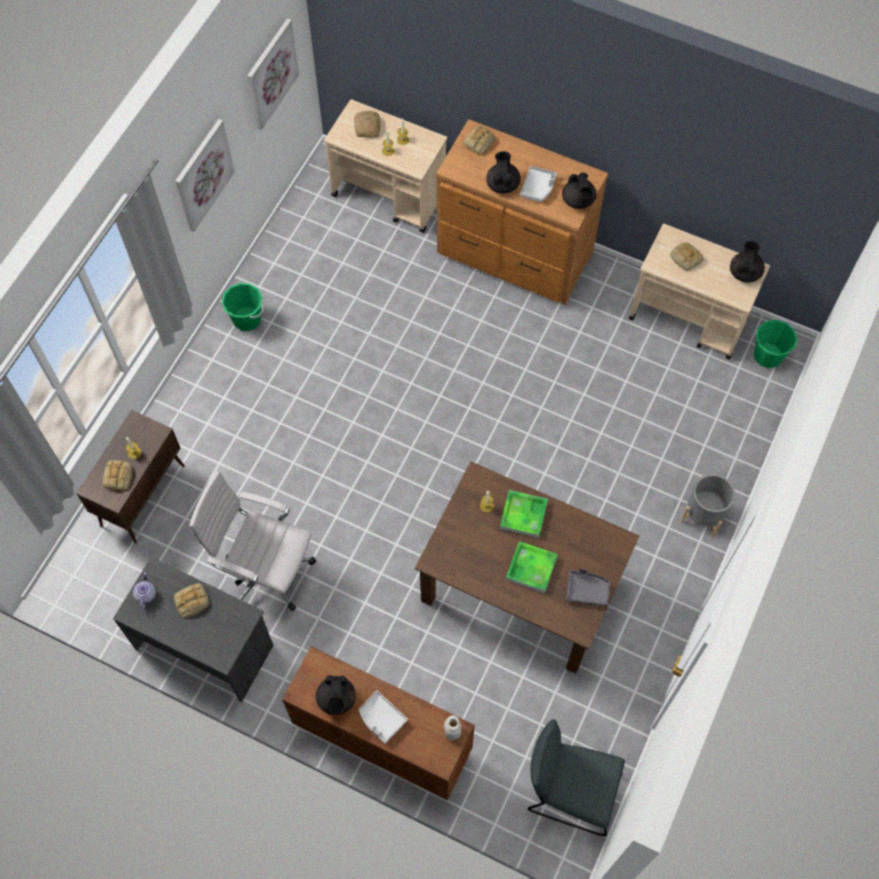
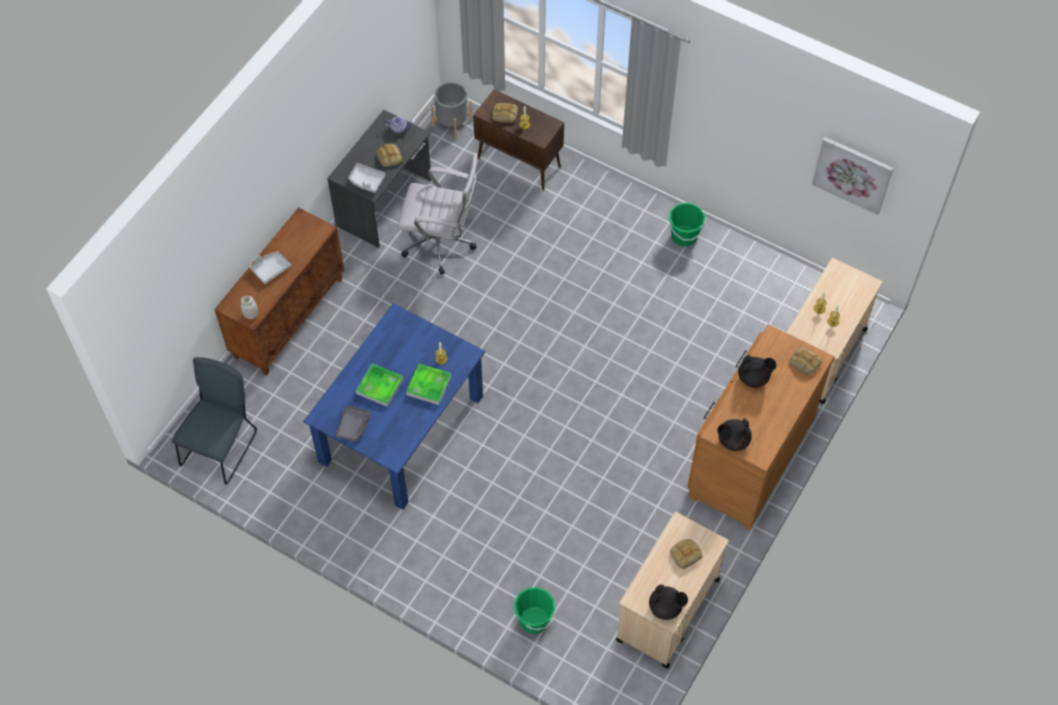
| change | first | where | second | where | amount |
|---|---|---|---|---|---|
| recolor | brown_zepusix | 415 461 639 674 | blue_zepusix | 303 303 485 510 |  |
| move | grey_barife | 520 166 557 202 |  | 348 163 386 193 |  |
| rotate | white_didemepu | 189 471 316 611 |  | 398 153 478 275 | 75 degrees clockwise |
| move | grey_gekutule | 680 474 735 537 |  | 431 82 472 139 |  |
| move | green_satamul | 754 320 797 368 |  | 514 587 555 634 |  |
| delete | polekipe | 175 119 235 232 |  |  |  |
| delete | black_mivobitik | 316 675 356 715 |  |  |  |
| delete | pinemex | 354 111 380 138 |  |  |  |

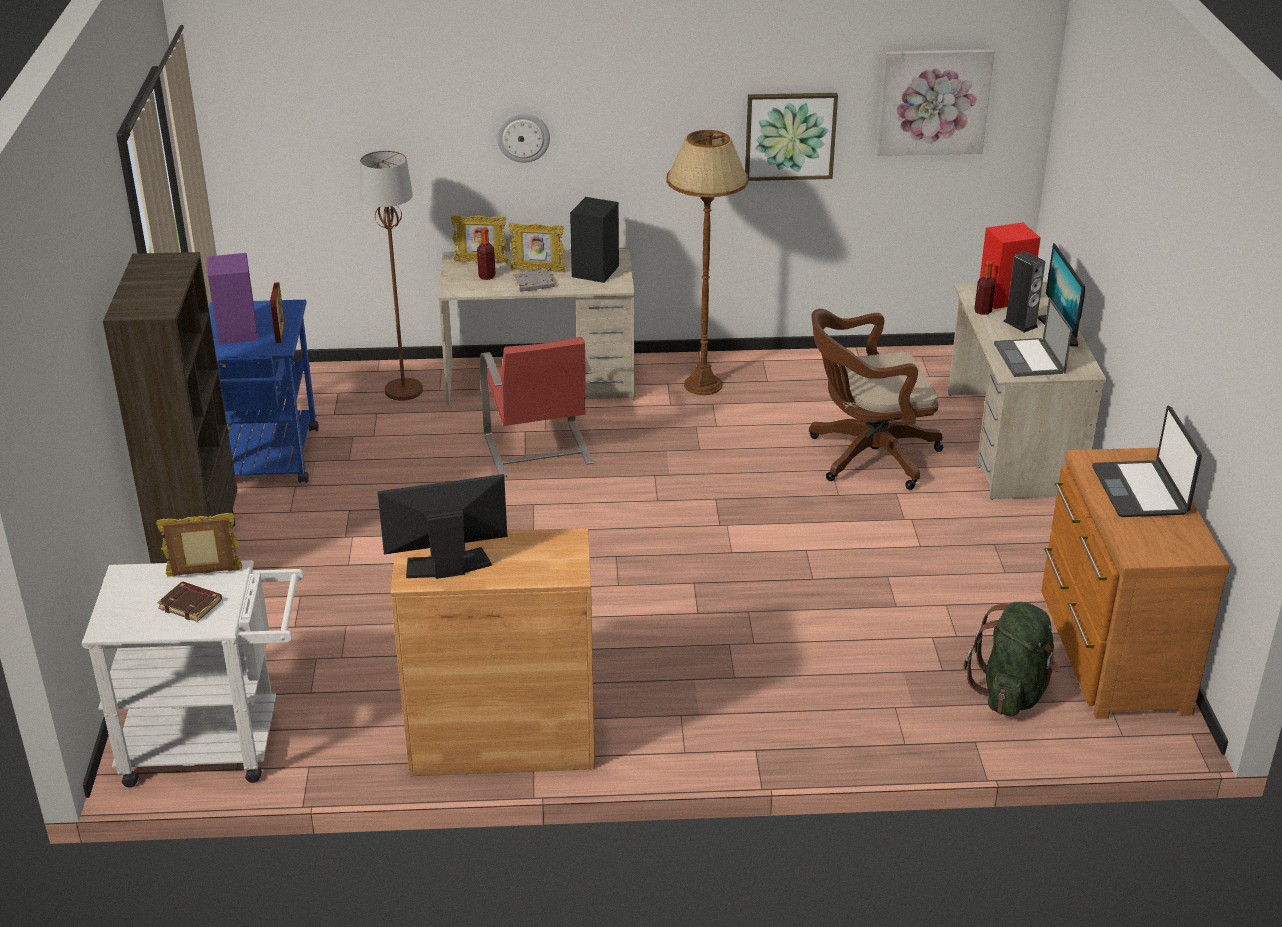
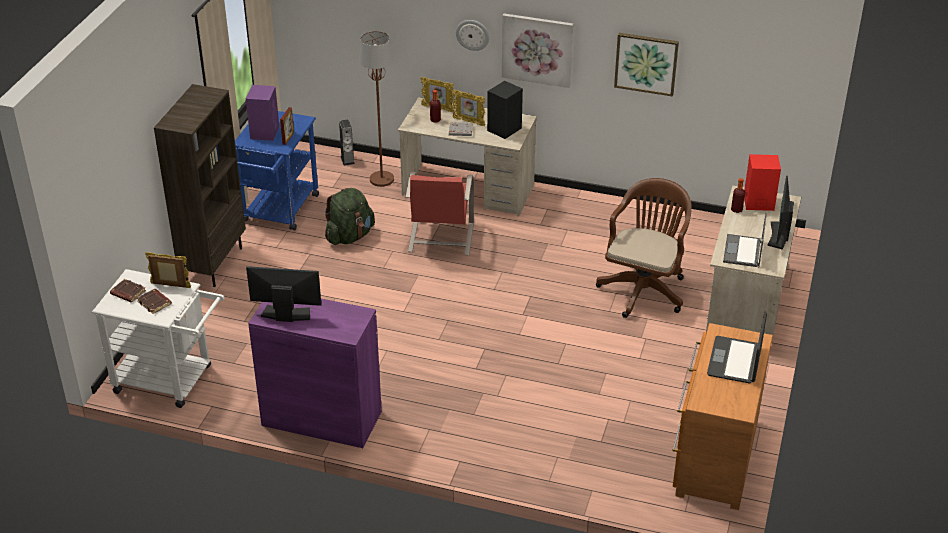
| change | first | where | second | where | amount |
|---|---|---|---|---|---|
| insert |  |  | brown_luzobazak | 110 279 146 303 |  |
| recolor | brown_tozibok | 391 528 595 776 | purple_tozibok | 248 299 382 448 |  |
| move | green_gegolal | 963 602 1061 716 |  | 325 188 375 245 |  |
| move | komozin | 1004 251 1045 333 |  | 339 120 355 166 |  |
| move | polekipe | 877 49 994 156 |  | 502 14 573 88 |  |
| rotate | brown_didemepu | 809 309 943 490 |  | 596 178 692 318 | 105 degrees clockwise |
| delete | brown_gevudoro | 666 130 748 395 |  |  |  |

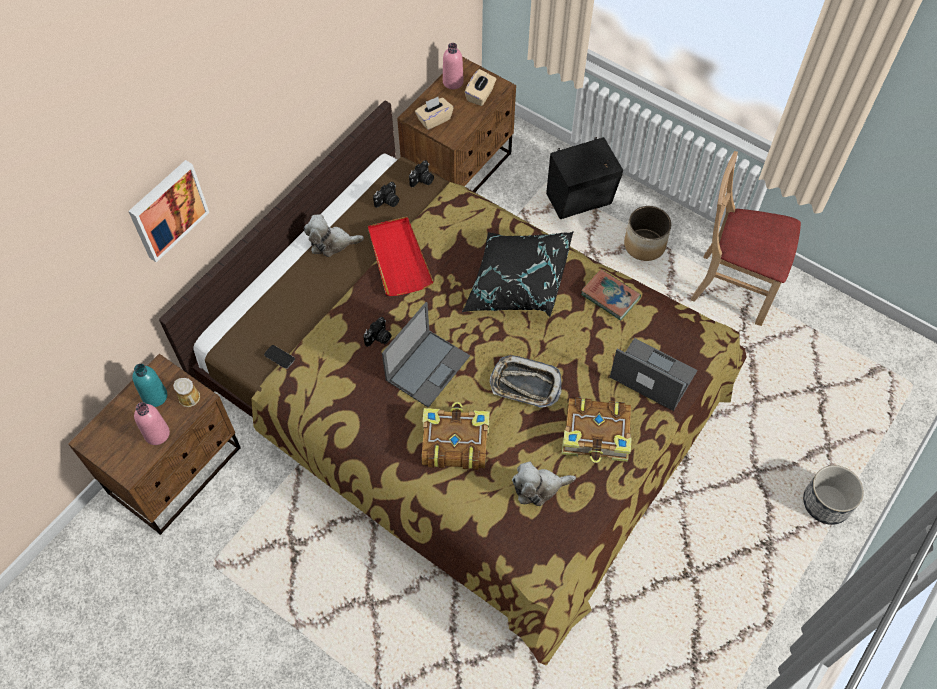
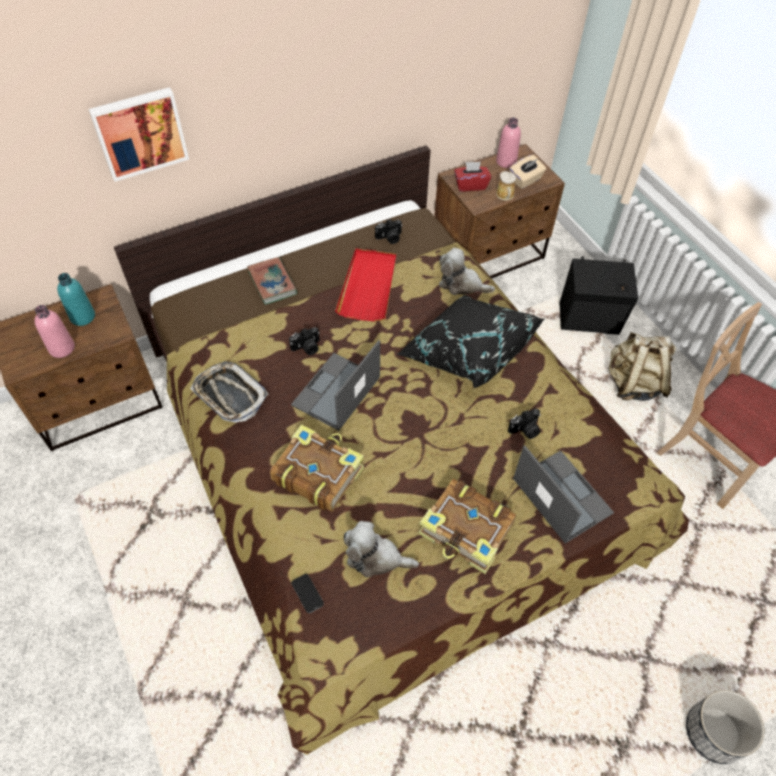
| change | first | where | second | where | amount |
|---|---|---|---|---|---|
| move | barife | 490 355 562 408 |  | 190 362 268 423 |  |
| move | luzobazak | 581 269 641 321 |  | 247 257 298 305 |  |
| rotate | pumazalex | 382 302 470 408 |  | 291 340 380 431 | 150 degrees clockwise |
| move | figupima | 264 345 295 369 |  | 292 574 324 613 |  |
| move | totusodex | 304 214 364 257 |  | 439 248 495 295 |  |
| recolor | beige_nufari | 415 97 453 130 | red_nufari | 454 162 491 191 |  |
| move | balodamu | 173 378 200 407 |  | 496 171 516 201 |  |
| move | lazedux | 409 160 434 187 |  | 508 409 541 439 |  |
| replace | gekutule | 624 206 671 261 | beige_gegolal | 609 332 676 401 |  |

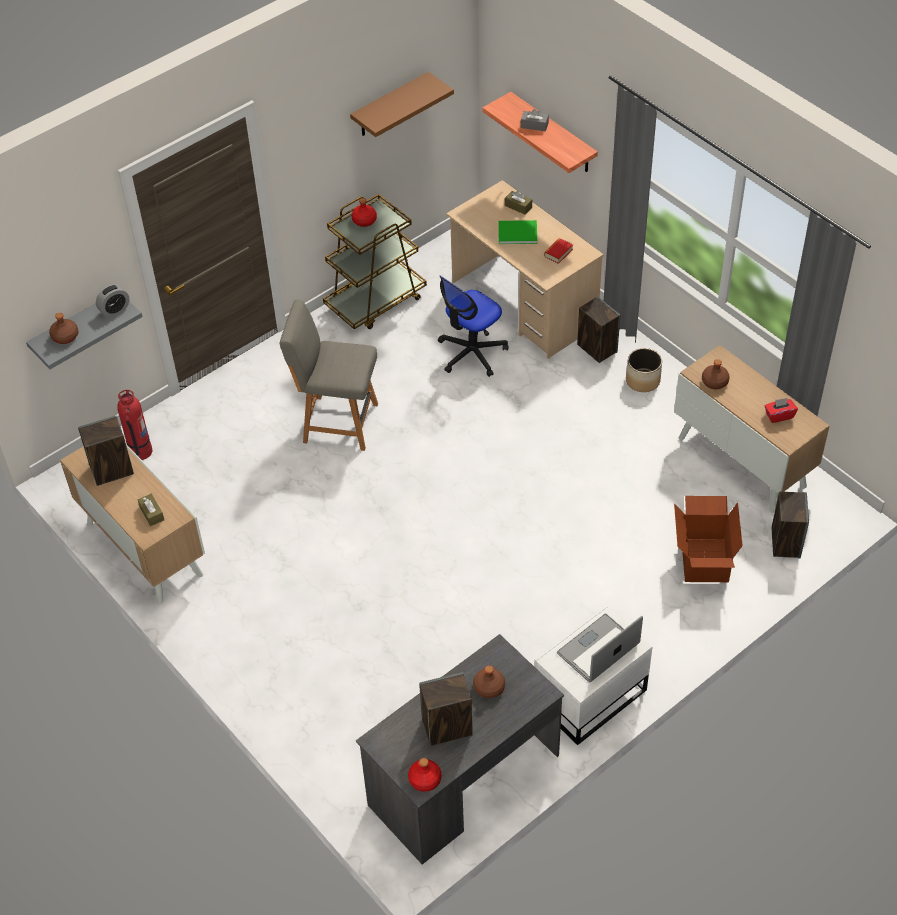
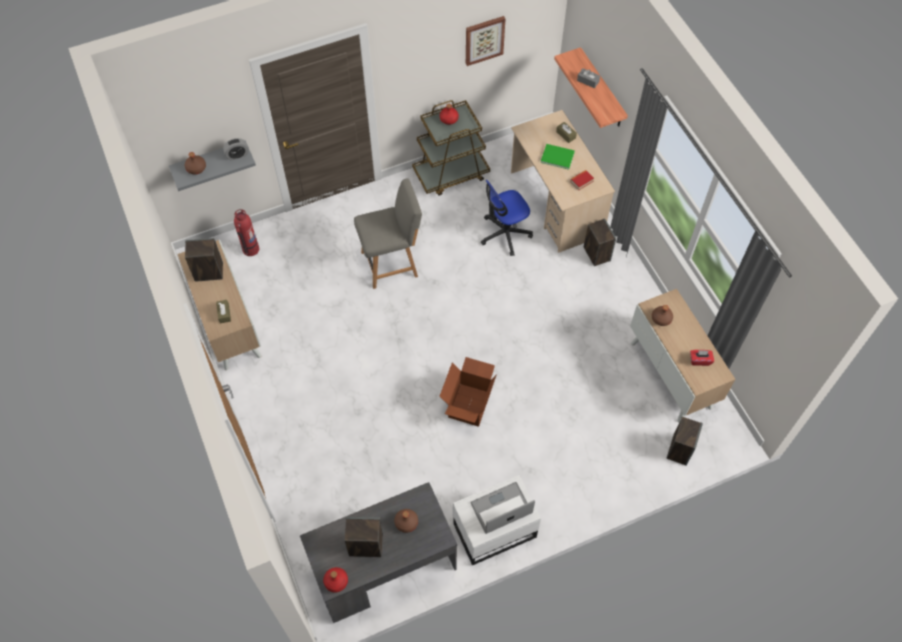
| change | first | where | second | where | amount |
|---|---|---|---|---|---|
| rotate | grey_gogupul | 279 299 378 451 |  | 354 178 422 289 | 135 degrees clockwise |
| move | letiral | 674 496 743 582 |  | 440 357 497 427 |  |
| replace | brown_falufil | 350 72 454 137 | polekipe | 466 16 505 66 |  |
| delete | gekutule | 626 348 662 392 |  |  |  |

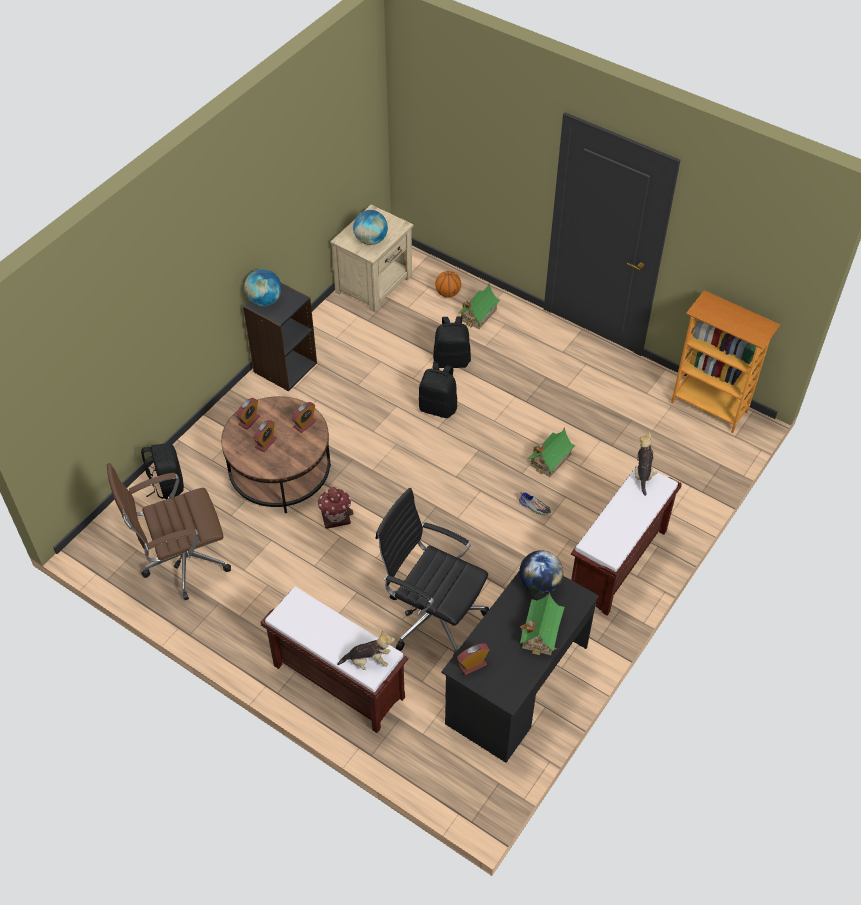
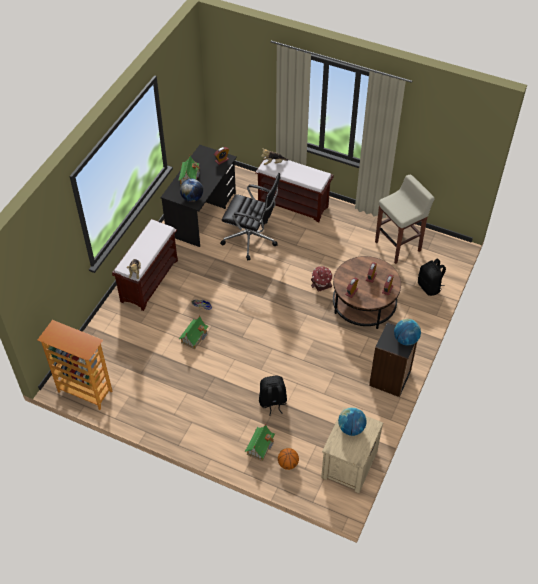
| change | first | where | second | where | amount |
|---|---|---|---|---|---|
| replace | brown_didemepu | 107 463 231 600 | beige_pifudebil | 375 175 435 264 |  |
| delete | black_gegolal | 418 362 457 418 |  |  |  |

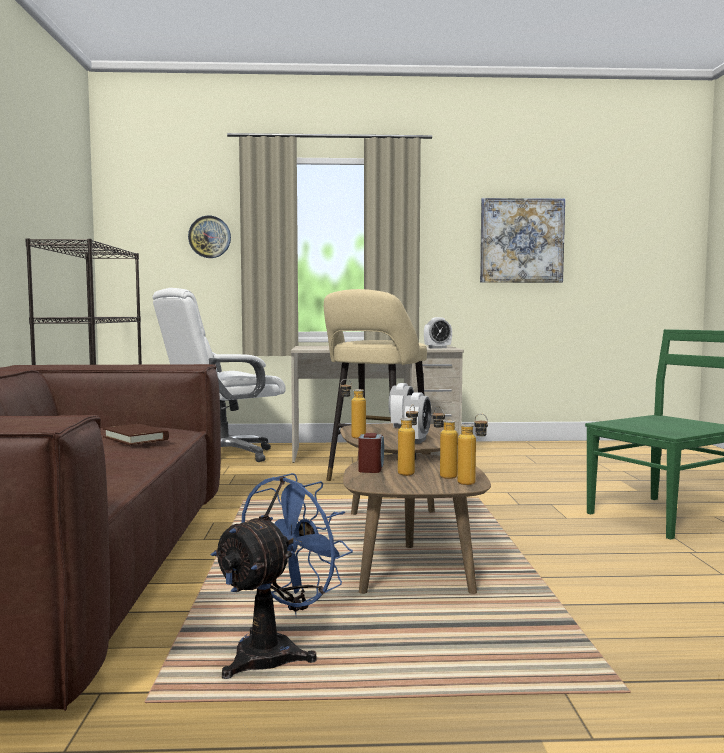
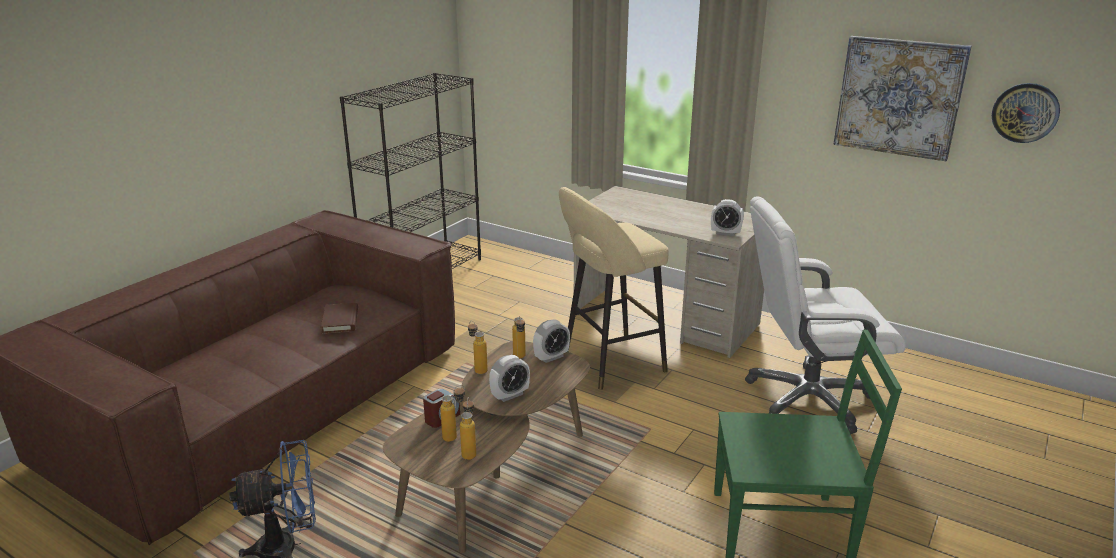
| change | first | where | second | where | amount |
|---|---|---|---|---|---|
| move | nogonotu | 457 413 488 485 |  | 512 316 526 359 |  |
| move | white_didemepu | 152 288 286 462 |  | 745 196 906 434 |  |
| move | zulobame | 188 216 231 258 |  | 992 83 1060 143 |  |

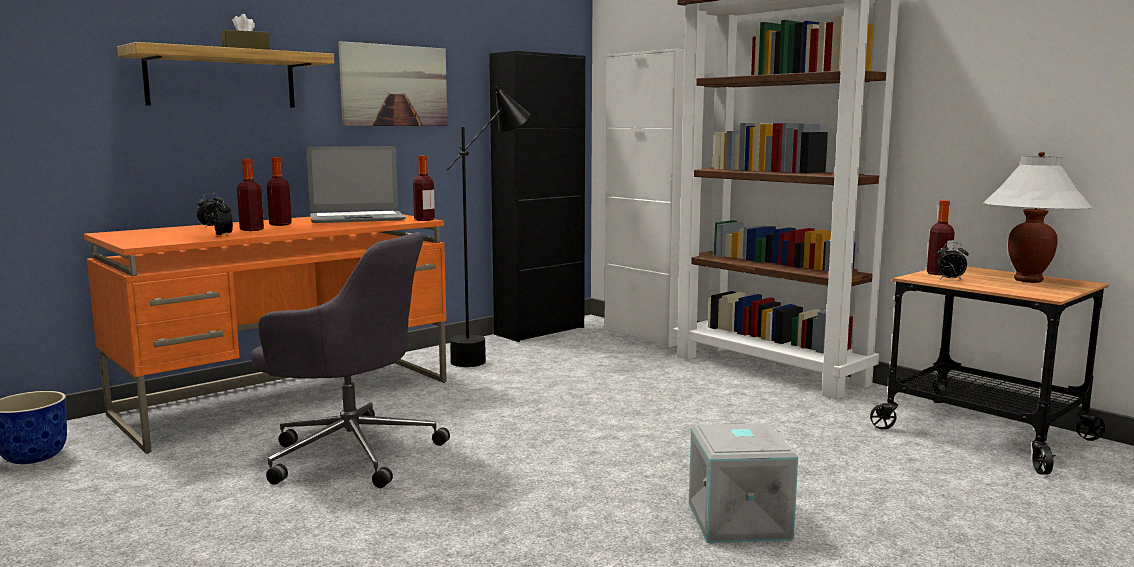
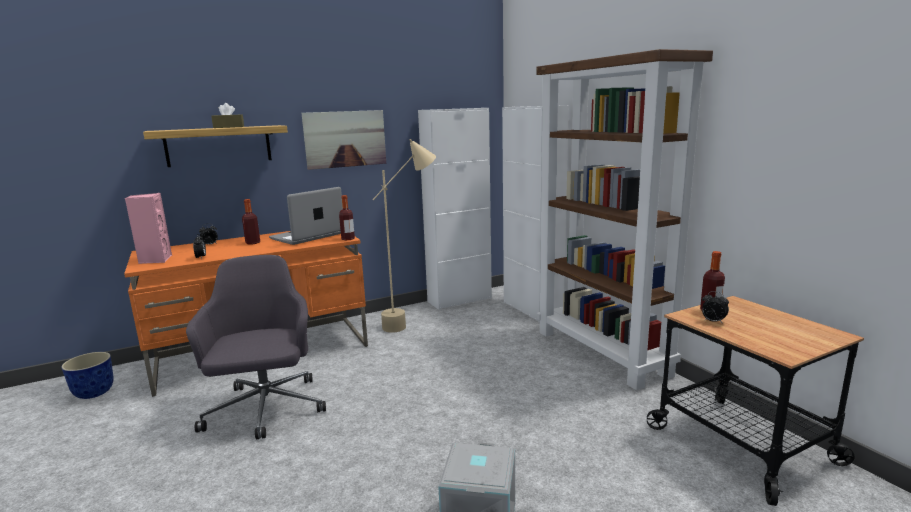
| change | first | where | second | where | amount |
|---|---|---|---|---|---|
| insert |  |  | pink_komozin | 125 193 172 264 |  |
| rotate | grey_didemepu | 251 232 450 488 |  | 186 255 326 439 | 135 degrees counterclockwise |
| rotate | pumazalex | 307 146 406 223 |  | 269 187 342 245 | 135 degrees clockwise |
| recolor | black_gevudoro | 446 86 530 367 | beige_gevudoro | 373 139 436 333 |  |
| recolor | black_tozibok | 489 51 585 342 | white_tozibok | 418 108 492 310 |  |
| delete | nogonotu | 237 159 264 231 |  |  |  |
| delete | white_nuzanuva | 983 152 1093 283 |  |  |  |

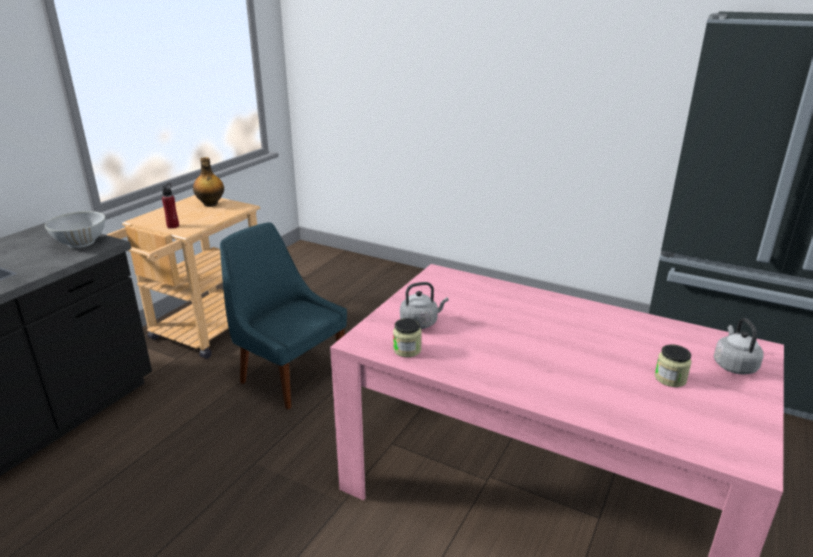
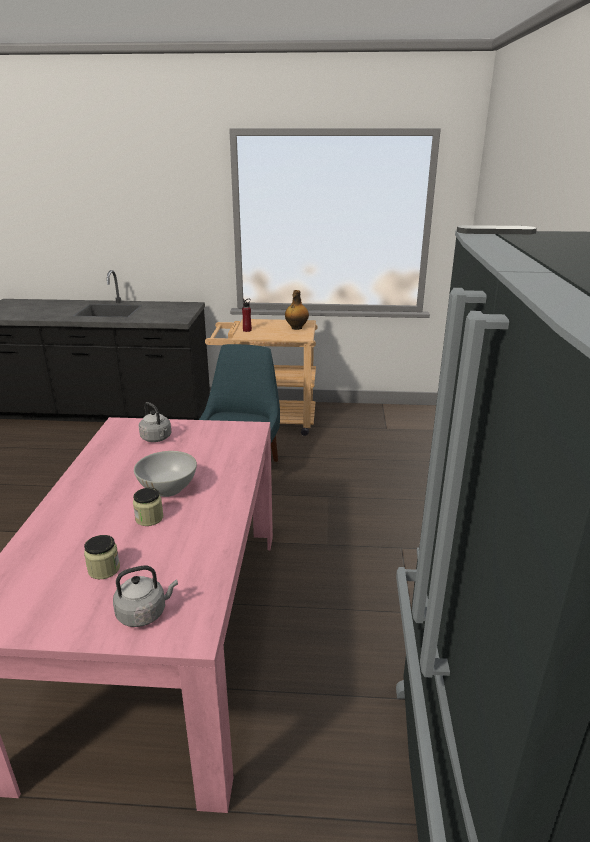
| change | first | where | second | where | amount |
|---|---|---|---|---|---|
| move | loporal | 393 318 422 357 |  | 133 488 163 526 |  |
| move | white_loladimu | 45 211 105 248 |  | 134 451 197 497 |  |

